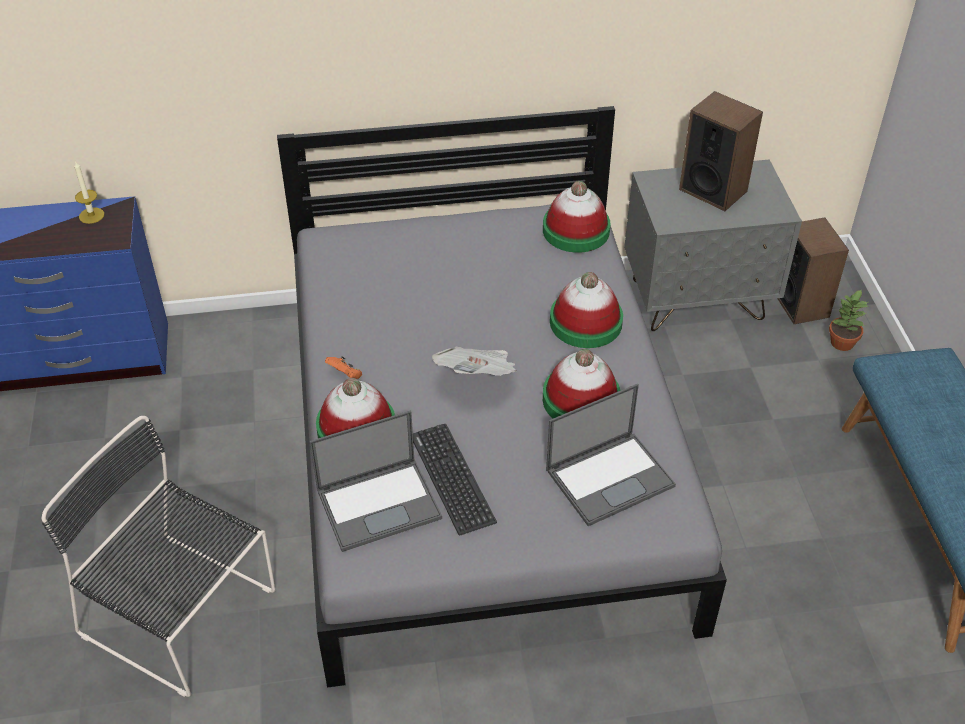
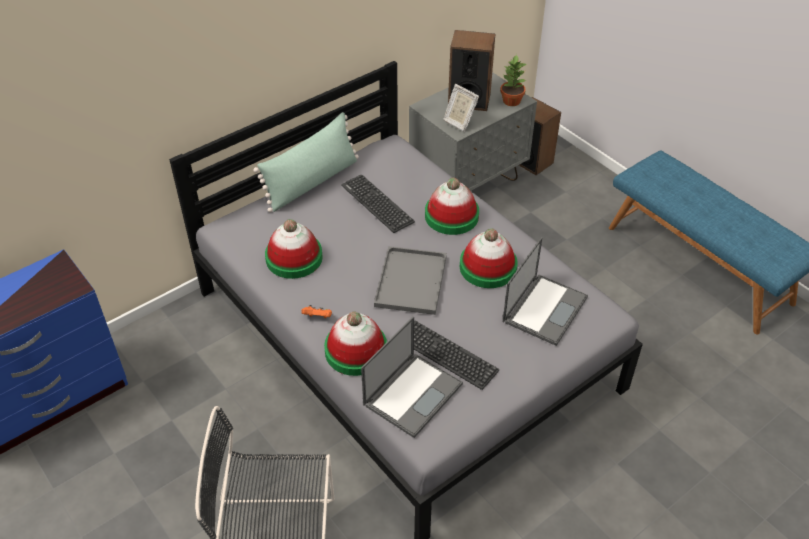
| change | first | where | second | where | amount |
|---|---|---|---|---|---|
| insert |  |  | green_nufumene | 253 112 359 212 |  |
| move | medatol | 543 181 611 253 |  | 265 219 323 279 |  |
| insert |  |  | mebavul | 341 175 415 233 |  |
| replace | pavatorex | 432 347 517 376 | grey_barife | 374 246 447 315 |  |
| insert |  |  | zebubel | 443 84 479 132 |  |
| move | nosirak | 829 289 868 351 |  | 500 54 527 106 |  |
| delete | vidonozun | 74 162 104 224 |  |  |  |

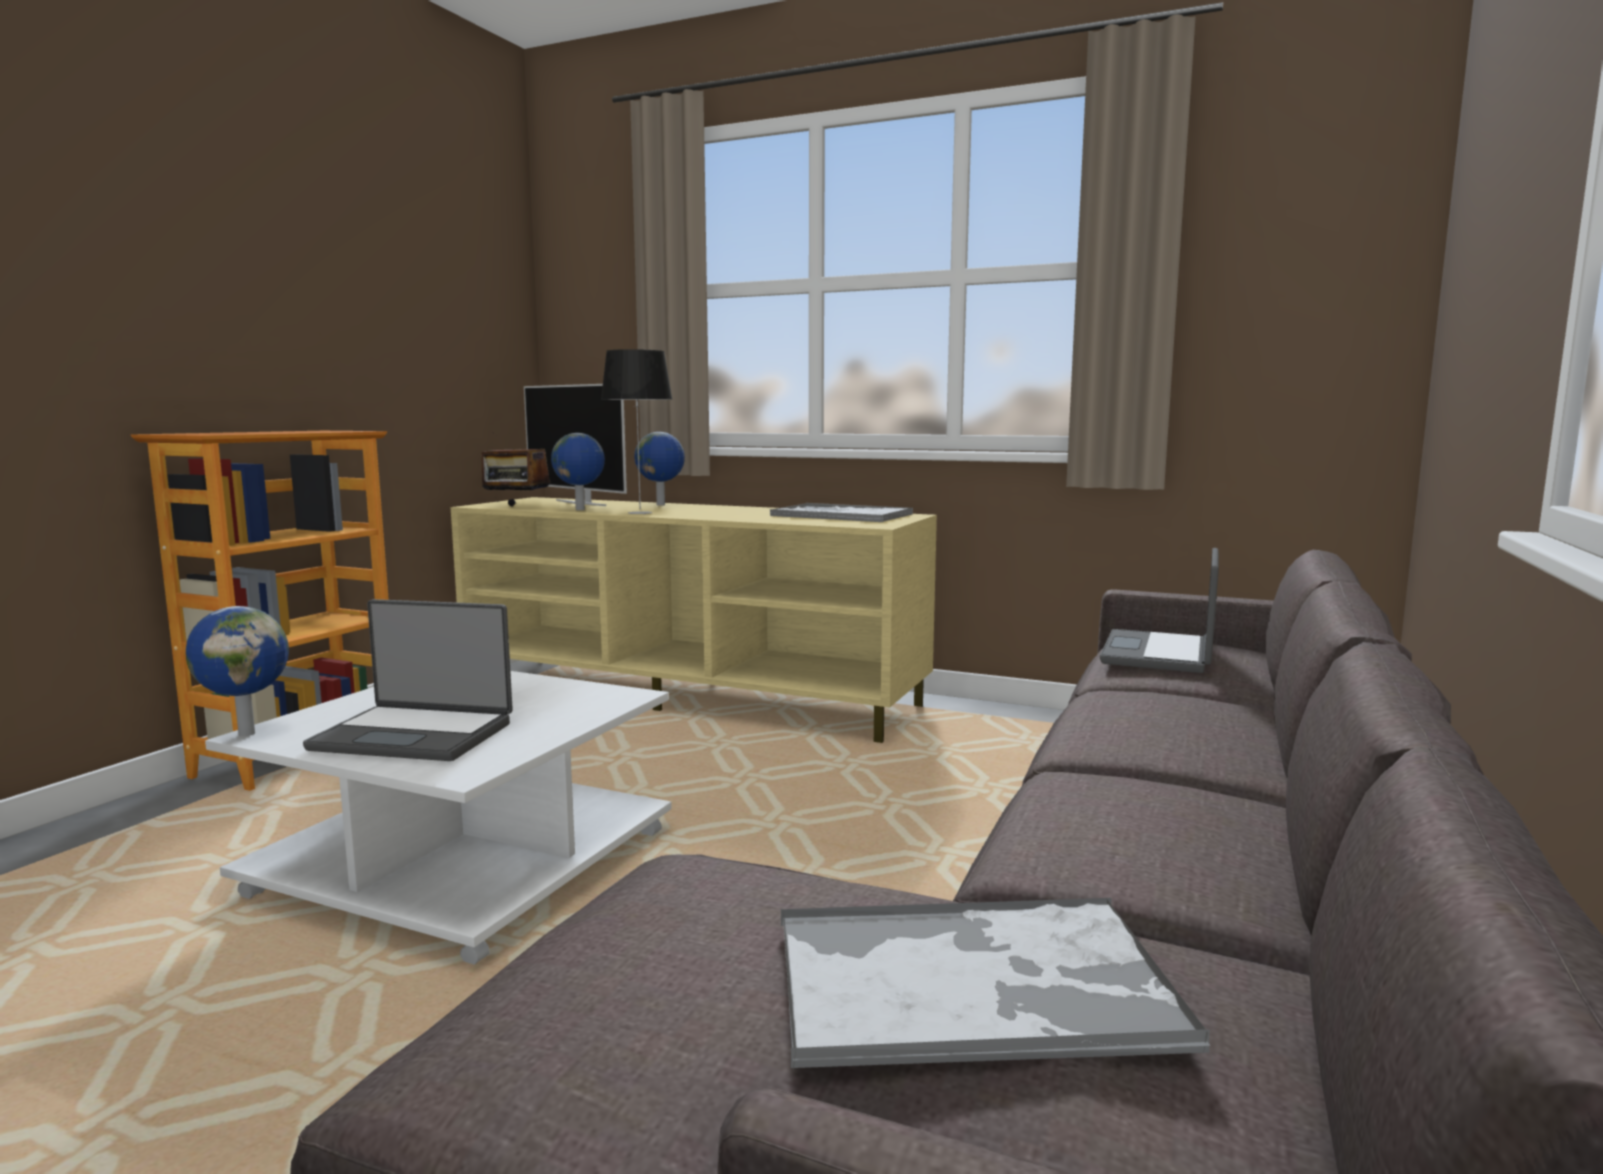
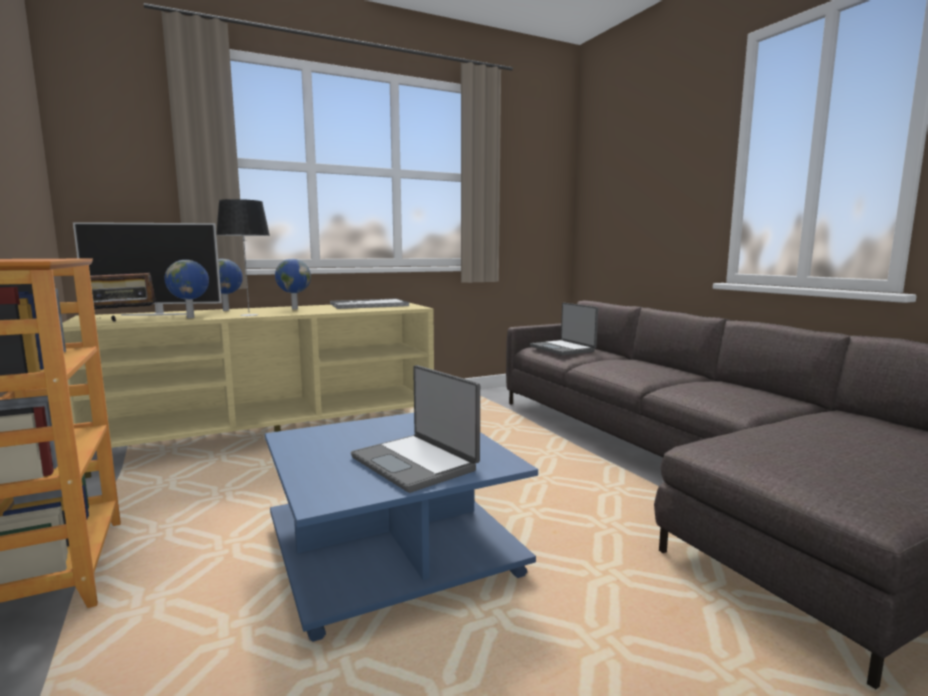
| change | first | where | second | where | amount |
|---|---|---|---|---|---|
| recolor | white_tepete | 205 671 672 965 | blue_tepete | 265 413 538 642 |  |
| move | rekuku | 186 606 289 736 |  | 275 259 311 310 |  |
| rotate | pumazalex | 303 599 513 761 |  | 351 365 480 493 | 90 degrees clockwise |
| delete | barife | 781 898 1210 1070 |  |  |  |

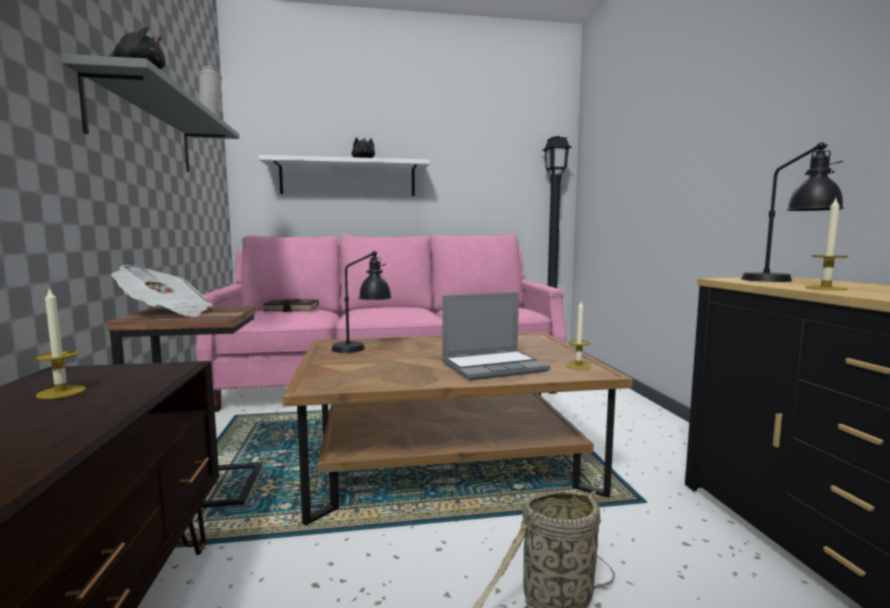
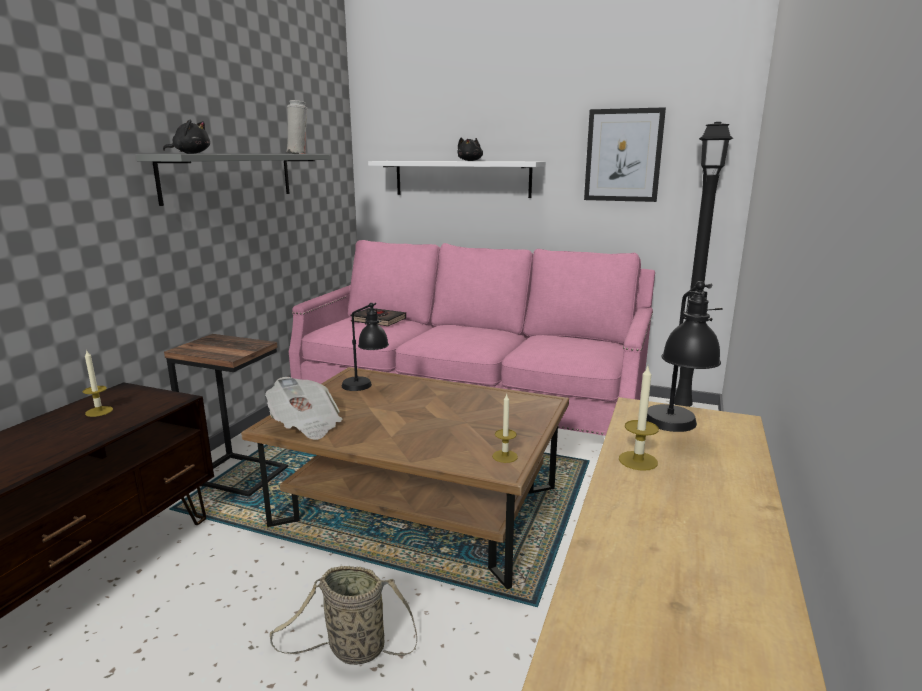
| change | first | where | second | where | amount |
|---|---|---|---|---|---|
| move | pavatorex | 111 265 212 317 |  | 265 377 343 440 |  |
| insert |  |  | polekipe | 584 107 666 202 |  |
| delete | pumazalex | 442 292 551 381 |  |  |  |

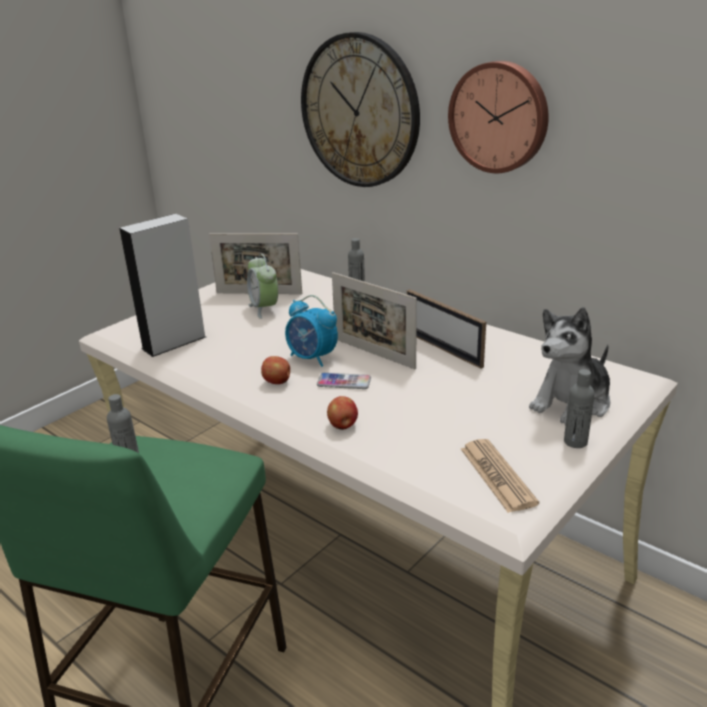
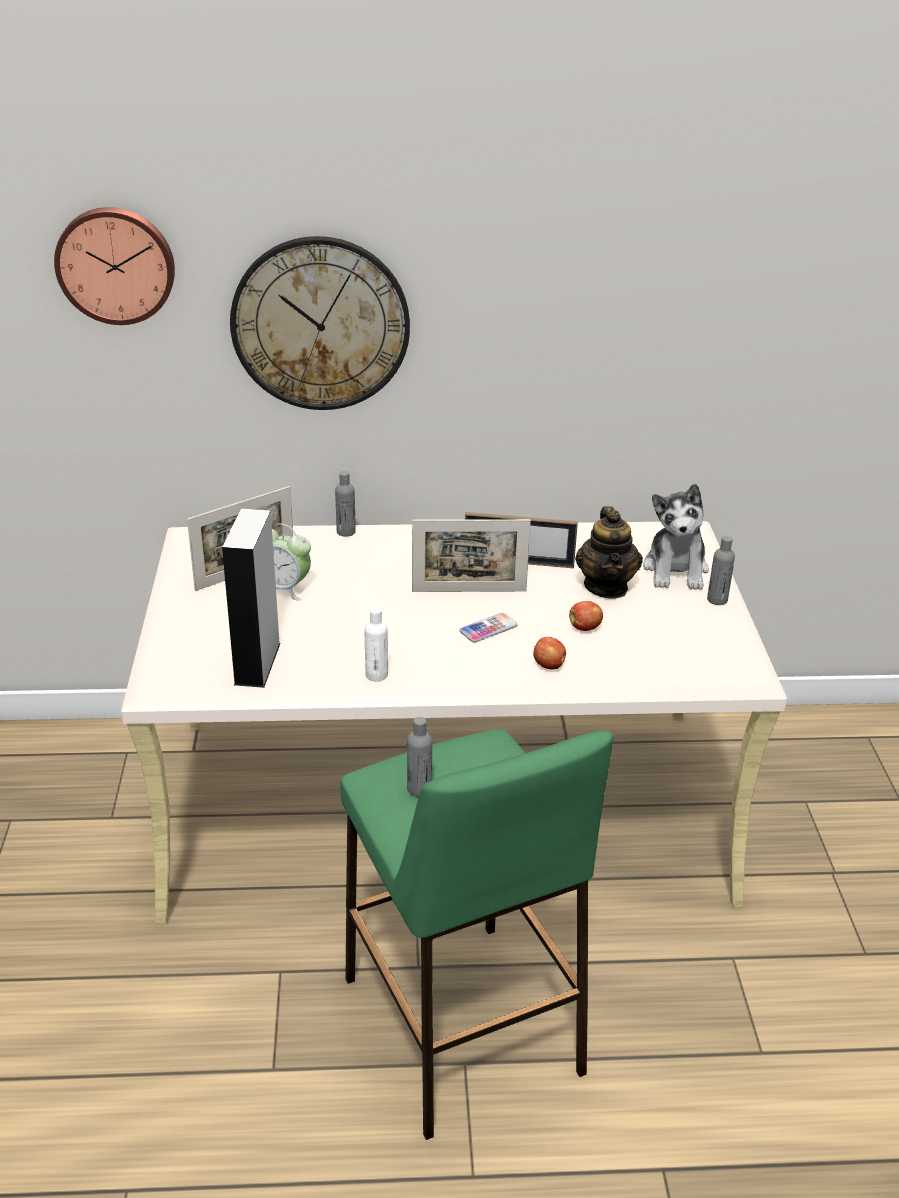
| change | first | where | second | where | amount |
|---|---|---|---|---|---|
| move | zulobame | 448 61 549 173 |  | 54 207 175 325 |  |
| insert |  |  | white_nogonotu | 365 607 388 682 |  |
| move | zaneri | 261 356 290 384 |  | 569 601 603 631 |  |
| insert |  |  | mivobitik | 575 506 643 599 |  |
| delete | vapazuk | 285 295 338 367 |  |  |  |
| delete | pavatorex | 461 439 539 513 |  |  |  |

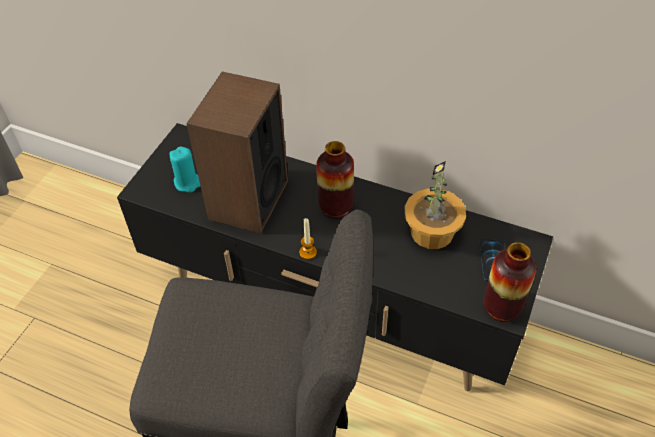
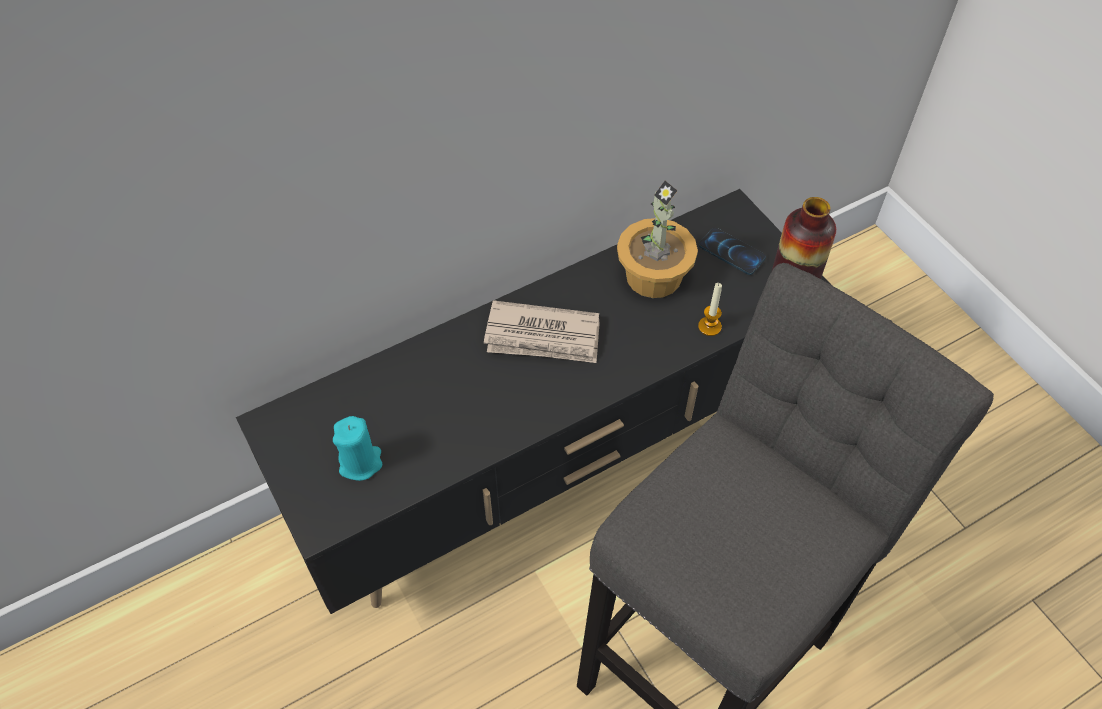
| change | first | where | second | where | amount |
|---|---|---|---|---|---|
| replace | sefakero | 316 141 354 219 | pavatorex | 484 300 600 363 |  |
| move | vidonozun | 299 218 317 259 |  | 698 283 722 336 |  |
| delete | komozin | 186 72 288 234 |  |  |  |

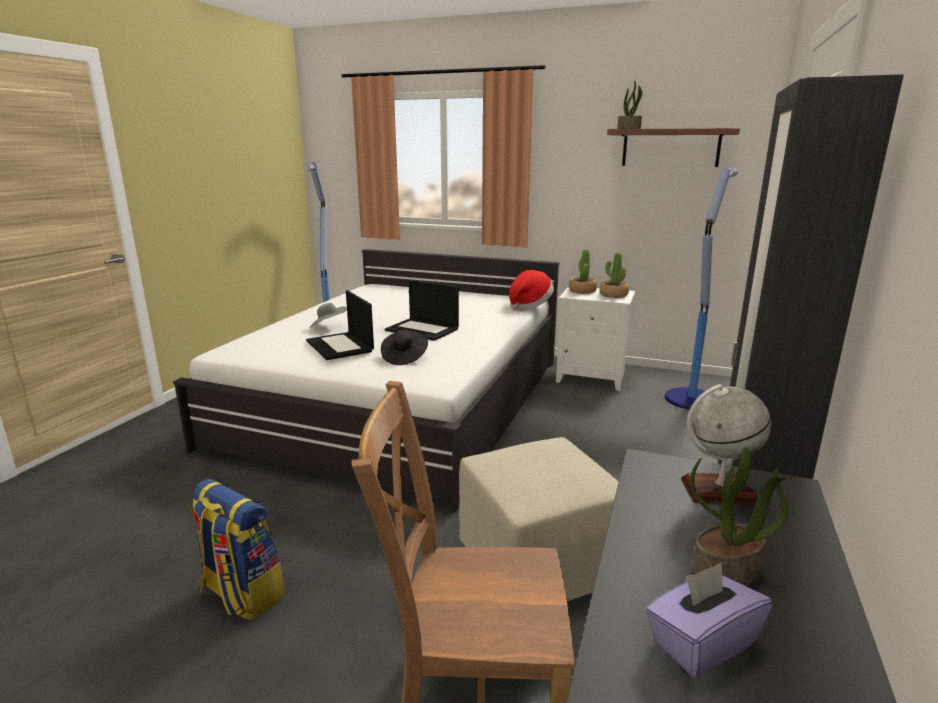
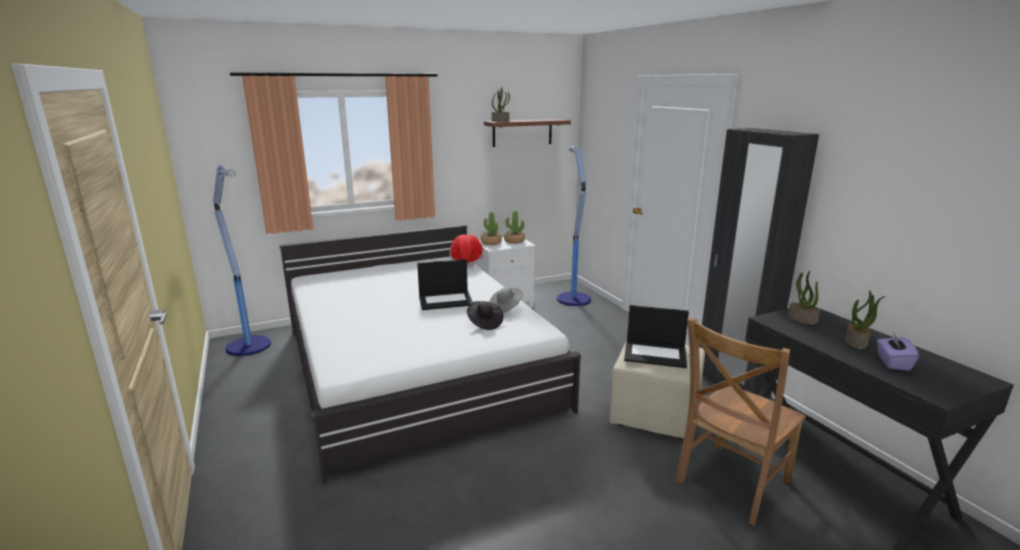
| change | first | where | second | where | amount |
|---|---|---|---|---|---|
| move | grey_medatol | 310 303 347 328 |  | 489 287 523 313 |  |
| move | pumazalex | 306 290 374 360 |  | 624 305 689 368 |  |
| replace | rekuku | 681 384 771 505 | nosirak | 788 271 820 325 |  |
| delete | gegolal | 190 479 285 620 |  |  |  |

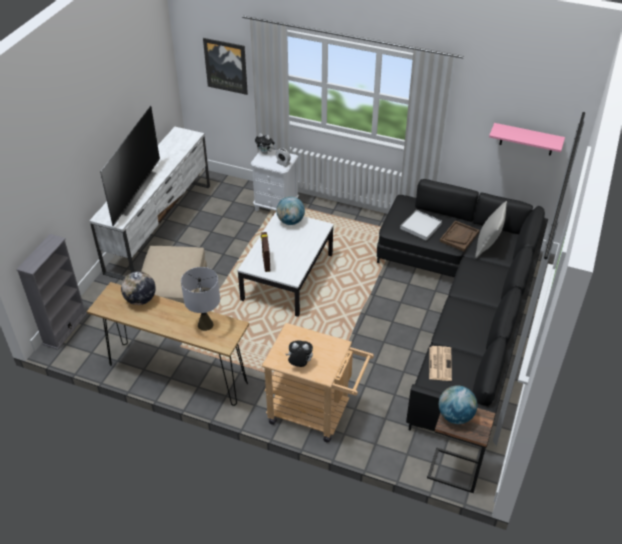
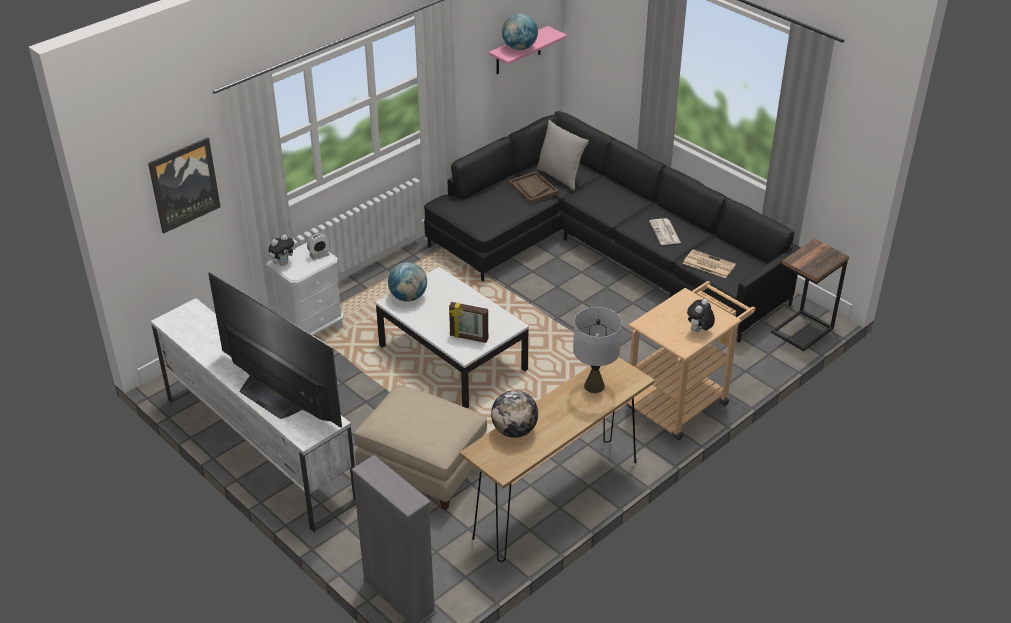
| change | first | where | second | where | amount |
|---|---|---|---|---|---|
| move | rekuku | 439 386 477 424 |  | 502 13 538 50 |  |
| insert |  |  | pavatorex | 649 218 681 245 |  |
| delete | white_barife | 400 210 442 241 |  |  |  |

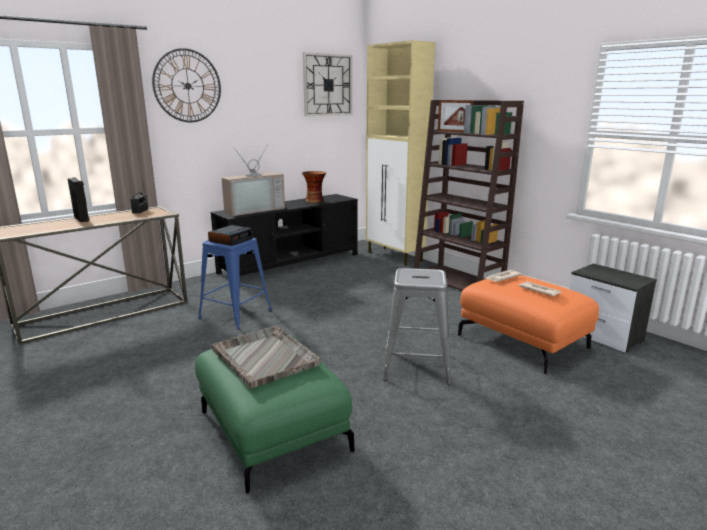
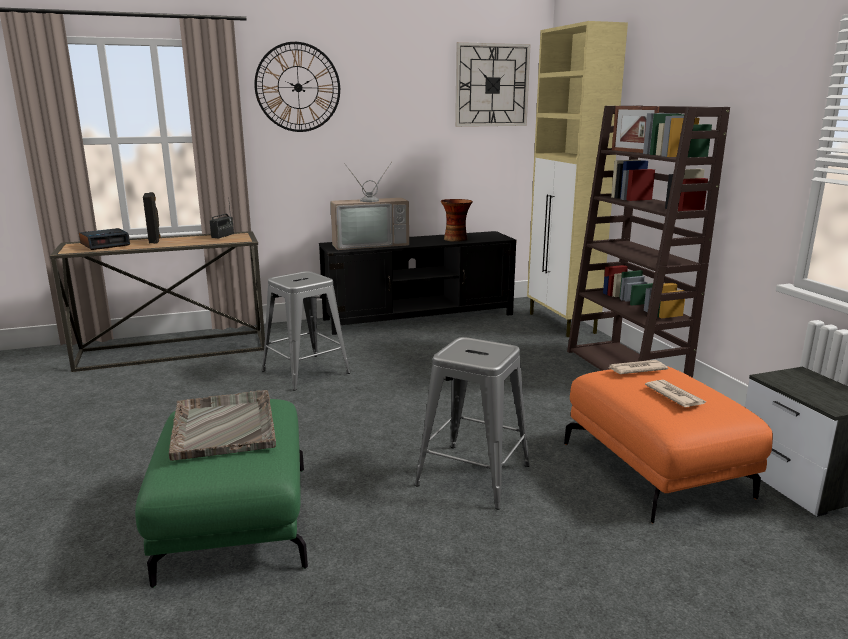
| change | first | where | second | where | amount |
|---|---|---|---|---|---|
| move | vapazuk | 208 225 254 246 |  | 79 228 130 250 |  |
| recolor | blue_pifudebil | 198 238 272 330 | grey_pifudebil | 262 271 350 391 |  |

